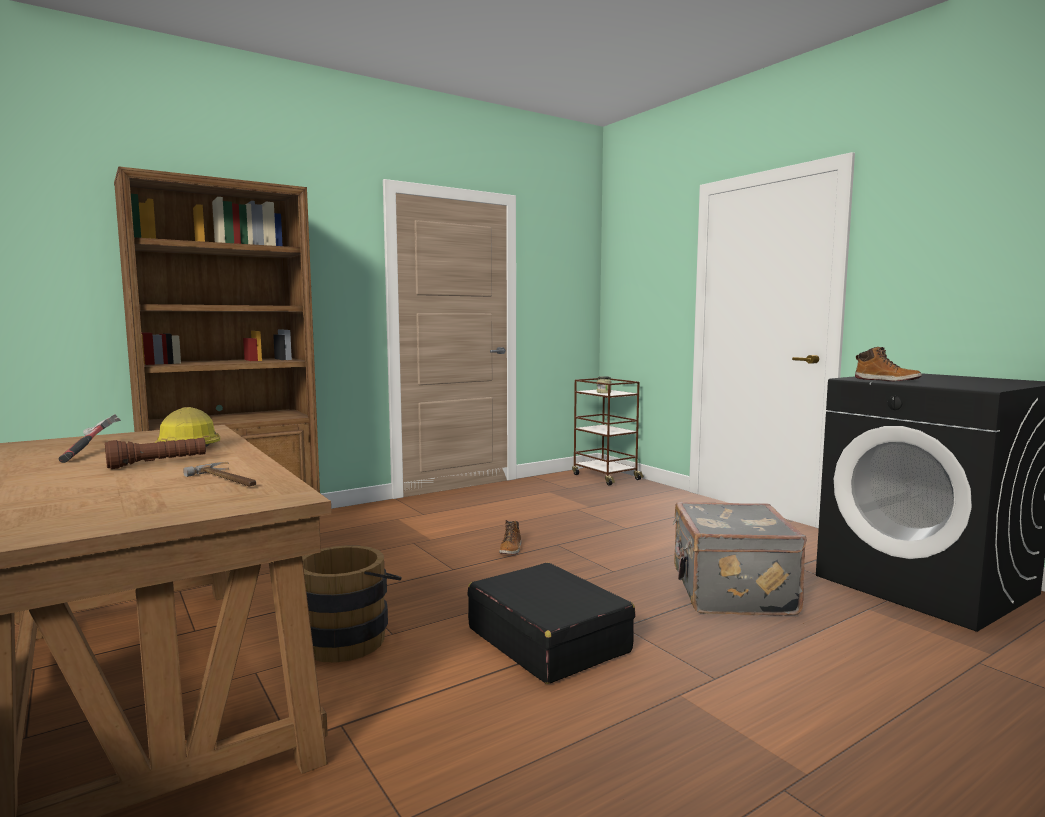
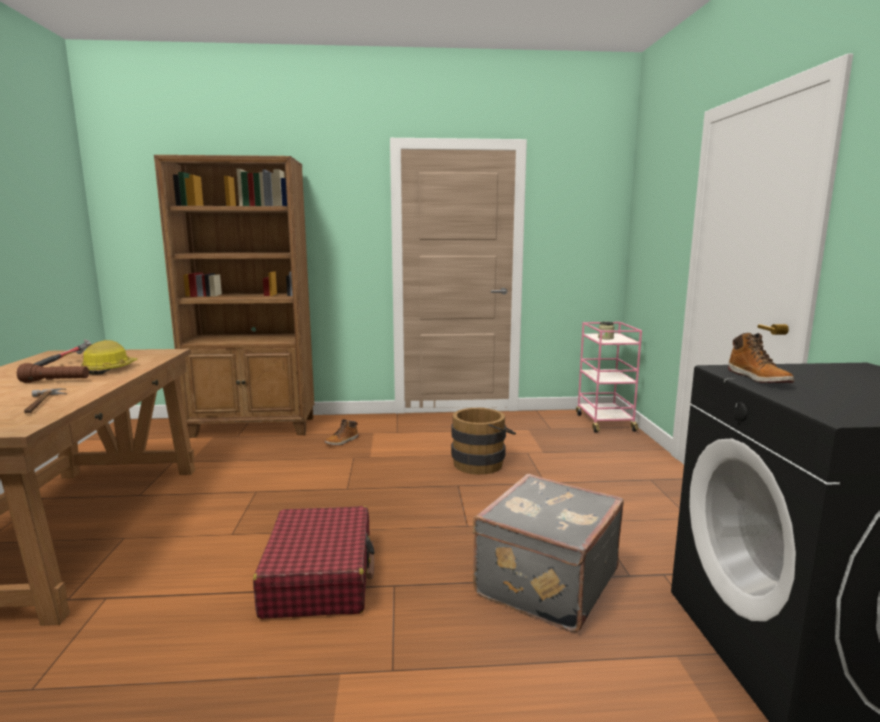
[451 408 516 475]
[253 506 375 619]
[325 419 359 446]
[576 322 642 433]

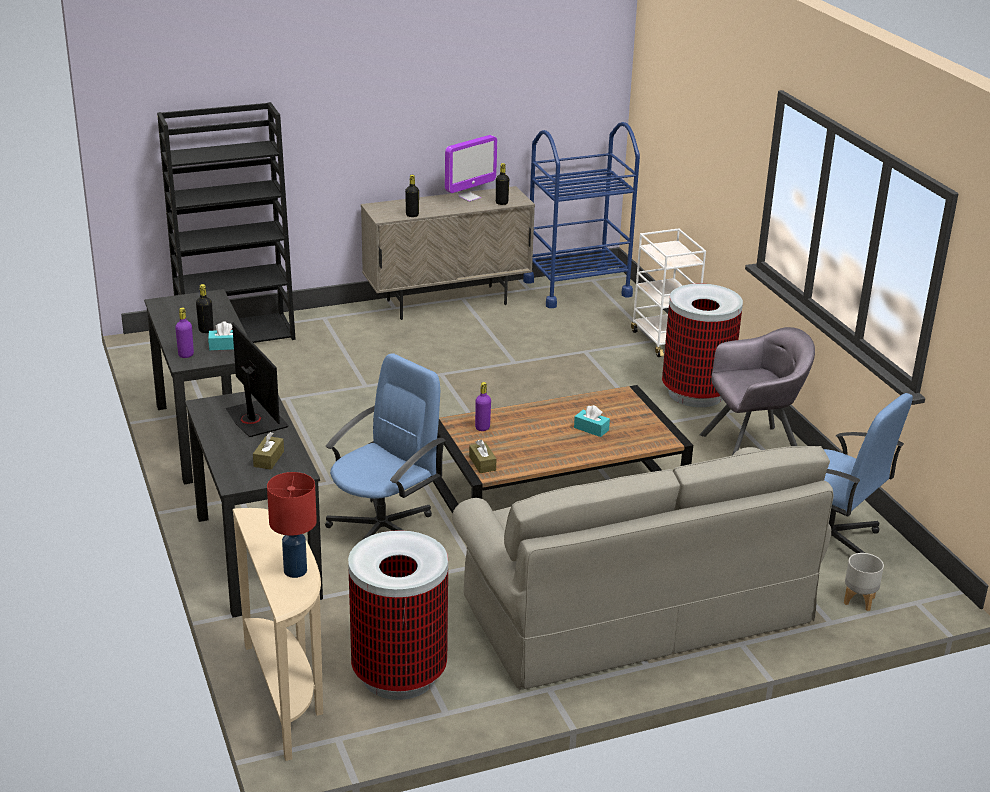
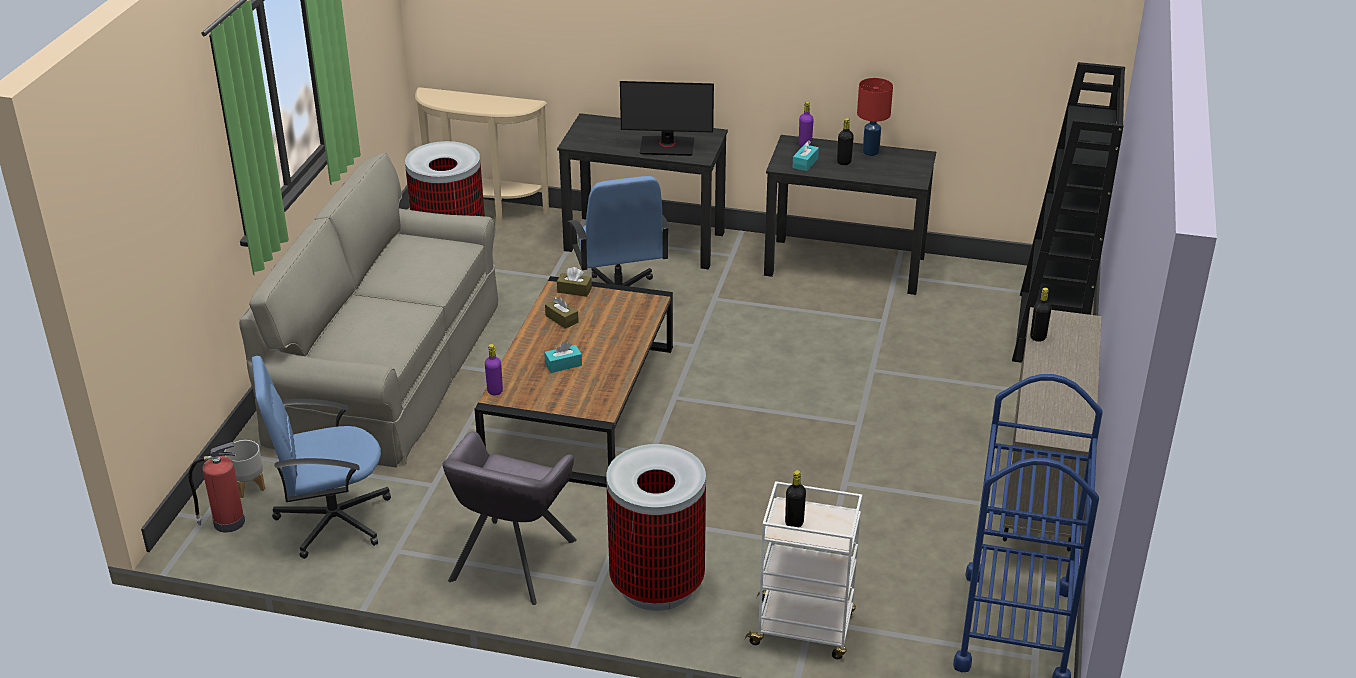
[545 296 579 329]
[857 78 893 156]
[445 135 497 202] (first image)
[485 344 503 396]
[785 470 806 527]
[189 442 245 533]

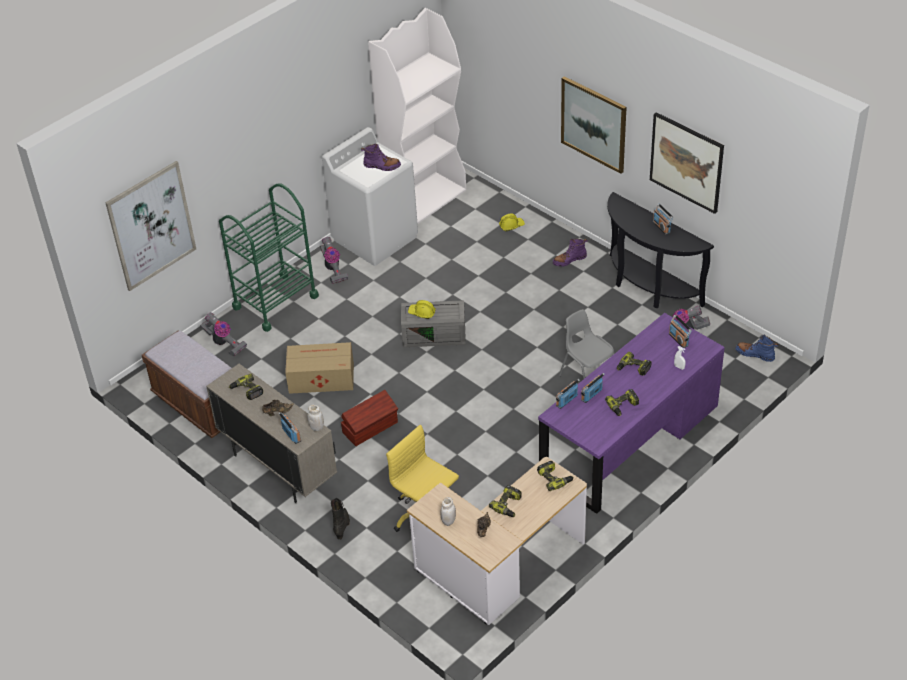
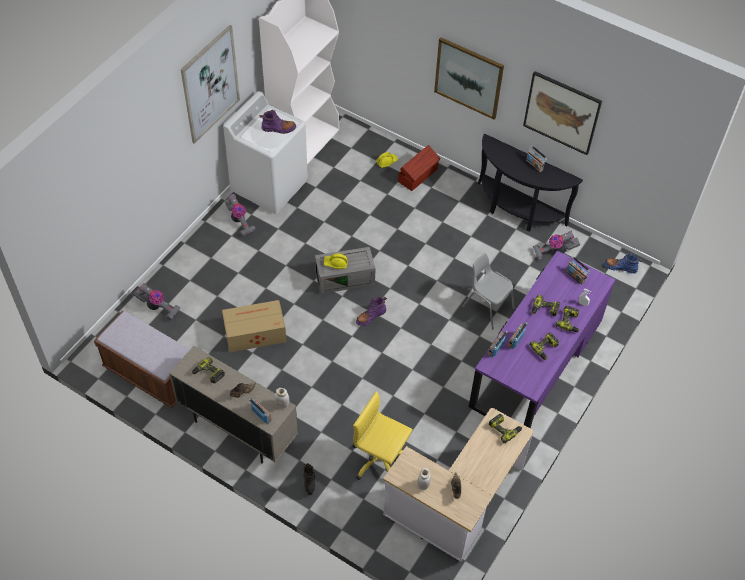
[181 25 240 144]
[219 183 319 332] (first image)
[398 145 441 191]
[556 306 580 332]
[356 297 387 326]

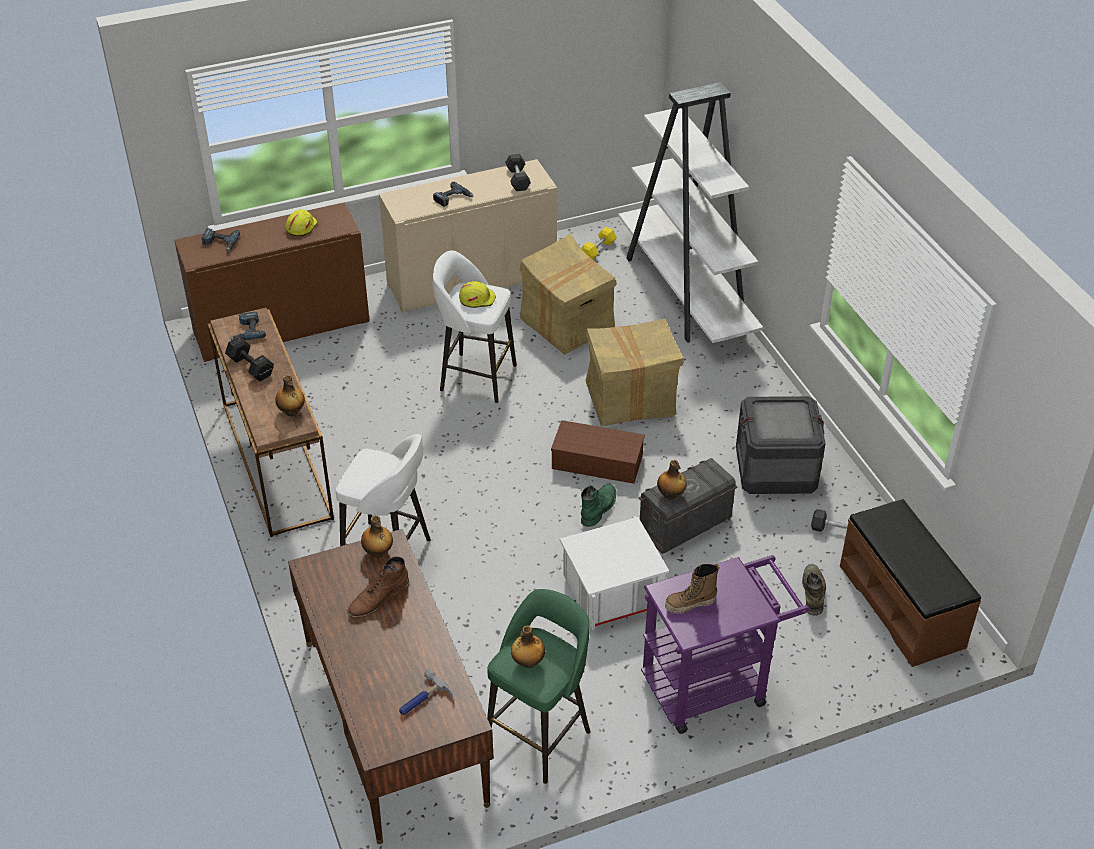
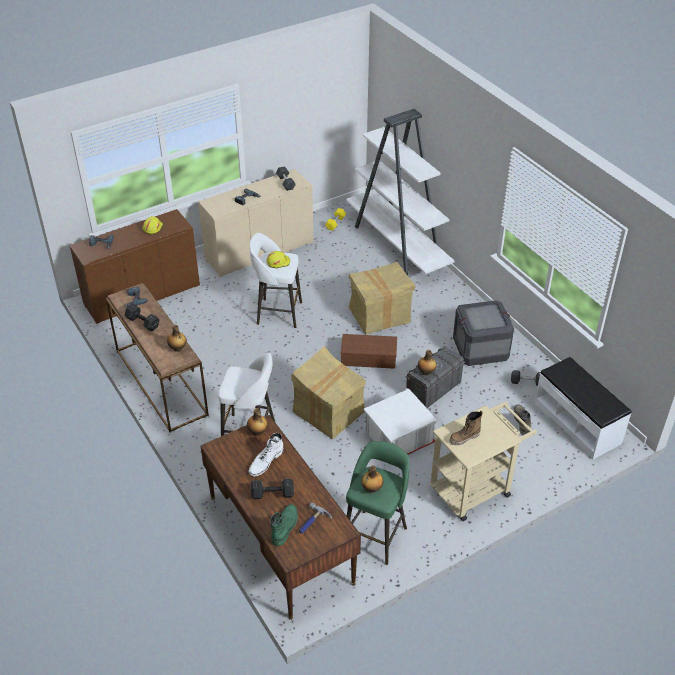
[248 433 284 477]
[291 346 366 440]
[270 504 298 546]
[430 401 537 521]
[534 357 632 460]
[251 479 294 499]

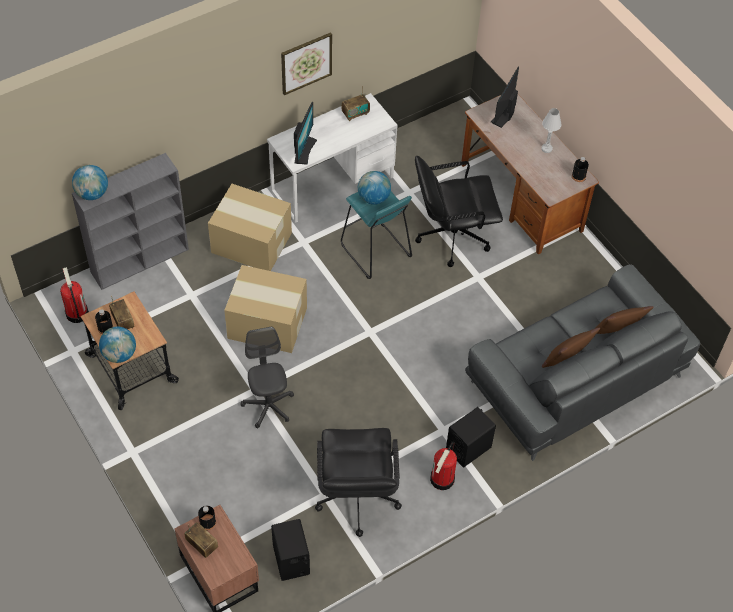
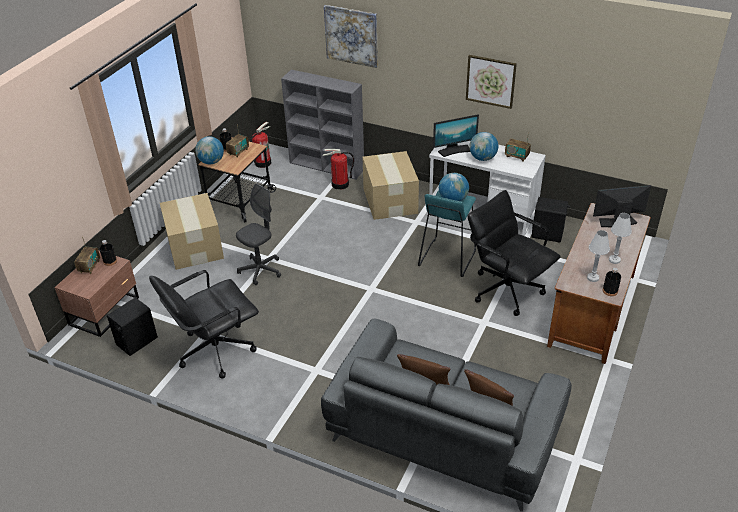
[469 132 498 161]
[160 193 224 270]
[323 148 354 190]
[531 197 570 243]
[324 5 378 68]
[587 230 610 282]

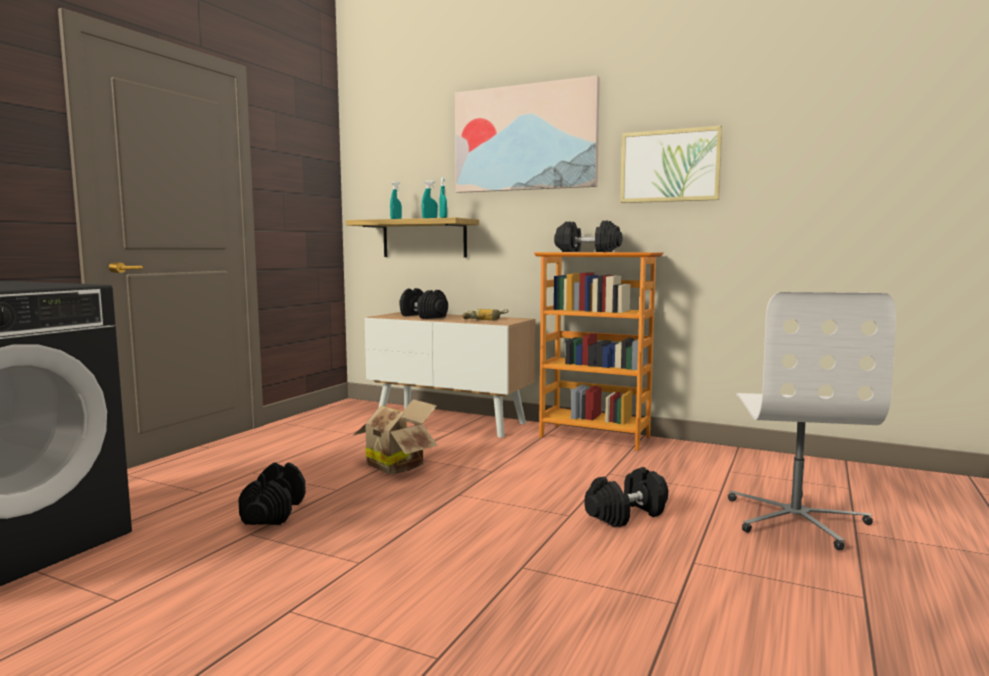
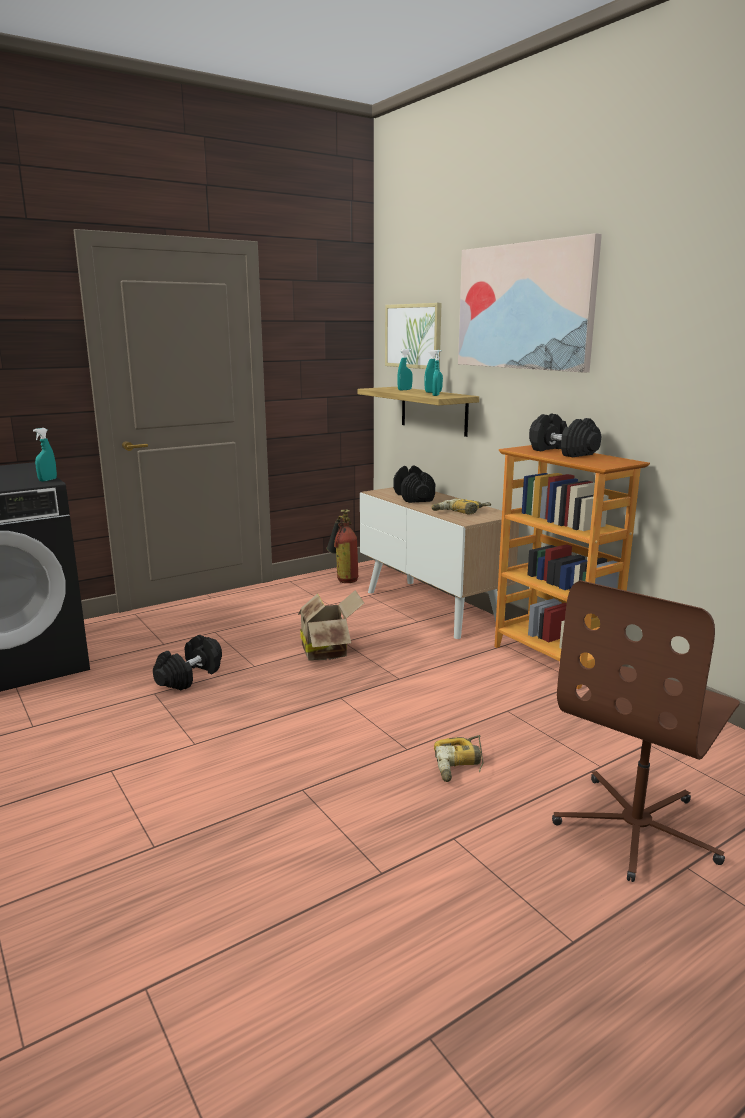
[434 735 483 782]
[385 303 441 370]
[552 580 740 882]
[33 428 57 482]
[326 509 358 583]

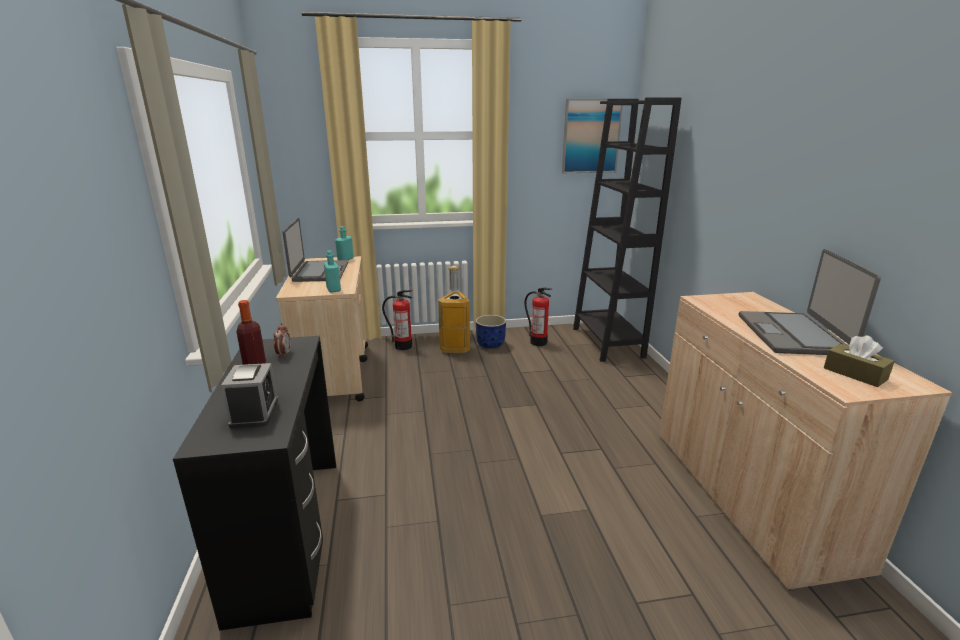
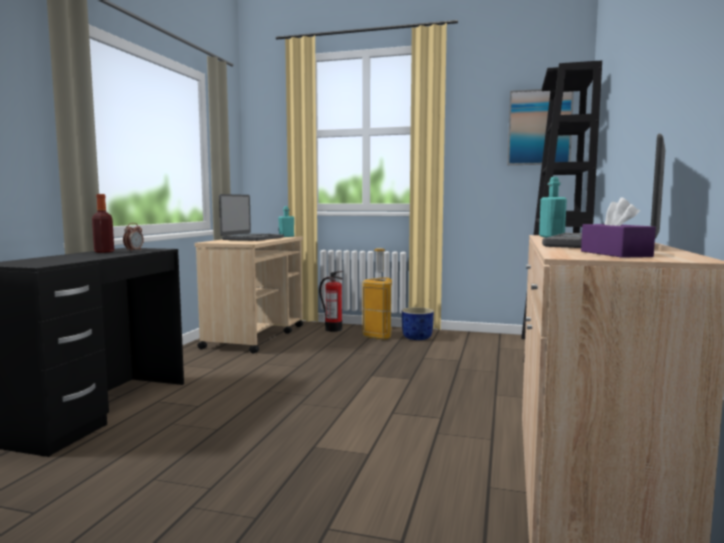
[221 363 278 428] (first image)
[539 177 567 238]
[524 288 552 346] (first image)
[581 197 656 258]

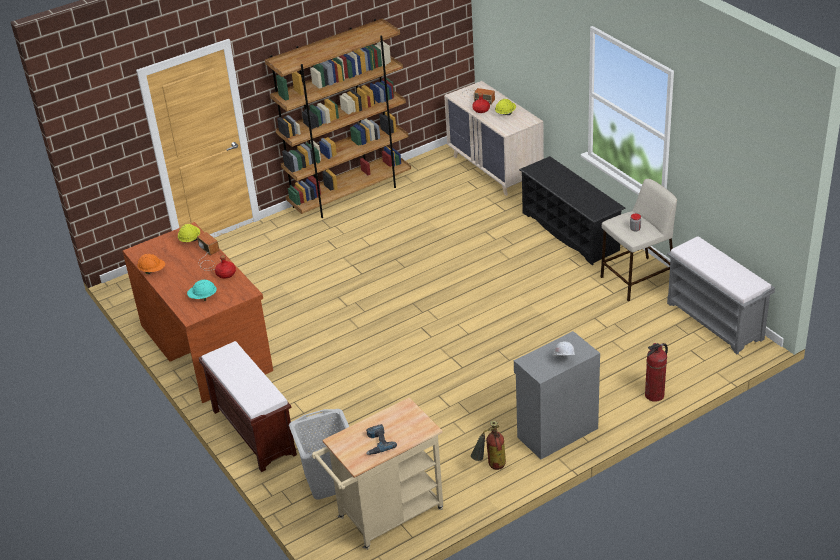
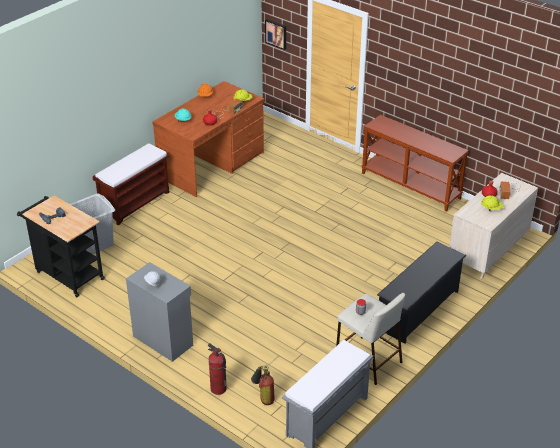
[361 115 469 211]
[17 196 105 297]
[251 365 275 405]
[265 19 286 50]

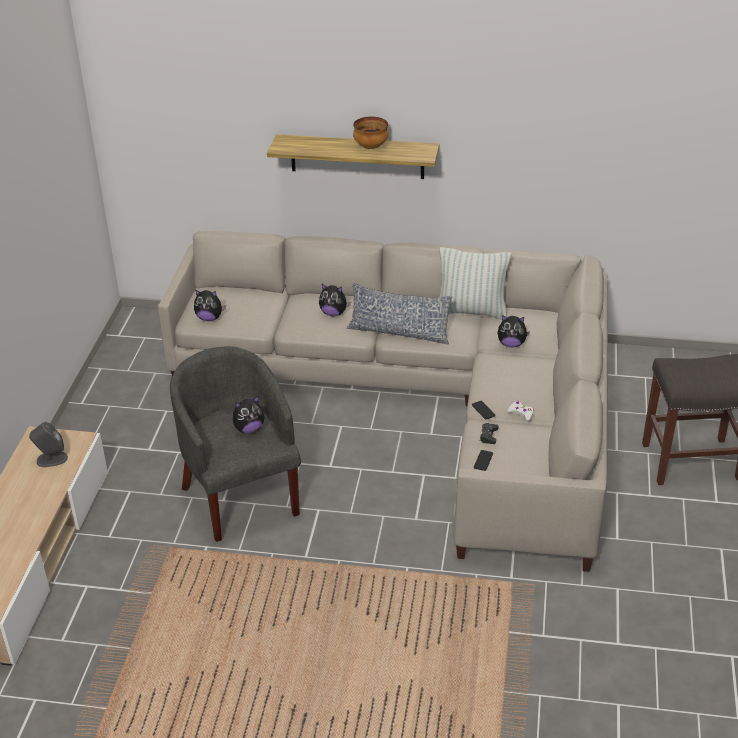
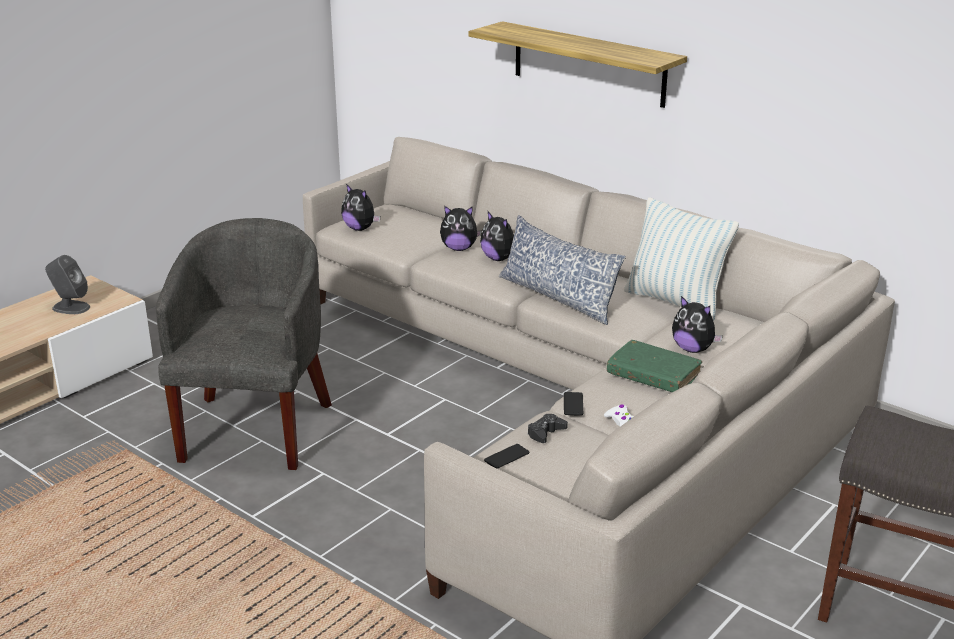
[440 206 481 251]
[353 117 388 149] (first image)
[607 340 702 392]

